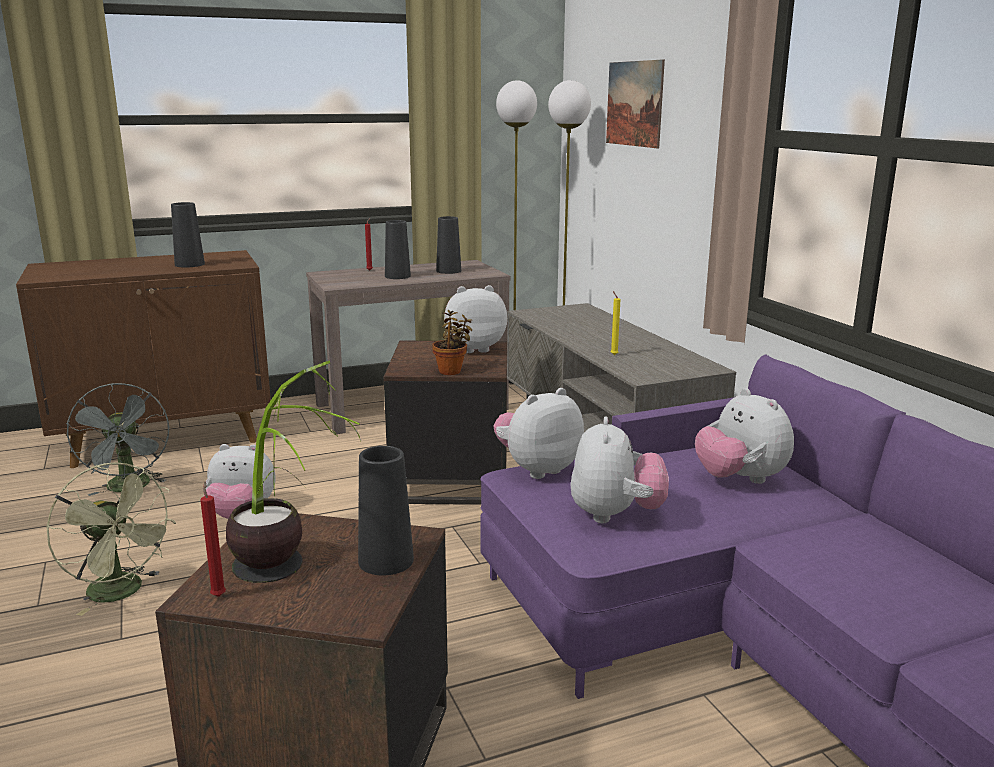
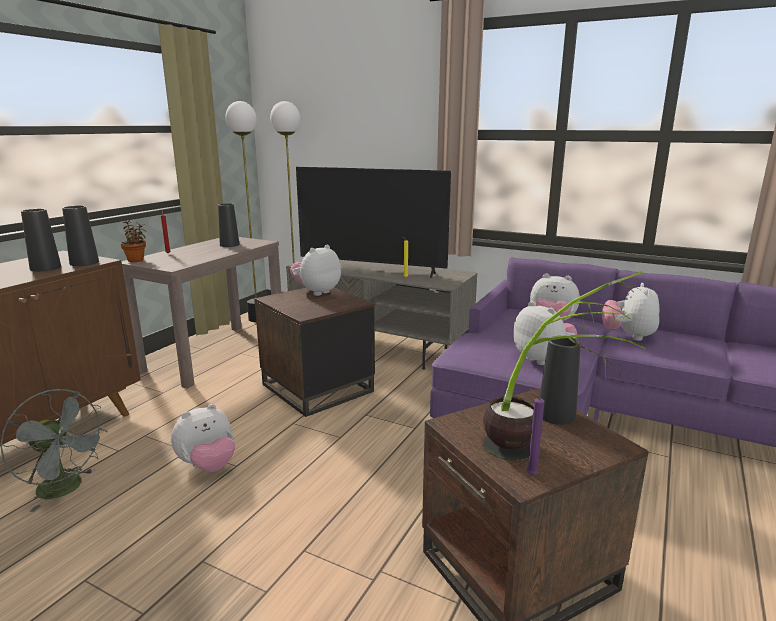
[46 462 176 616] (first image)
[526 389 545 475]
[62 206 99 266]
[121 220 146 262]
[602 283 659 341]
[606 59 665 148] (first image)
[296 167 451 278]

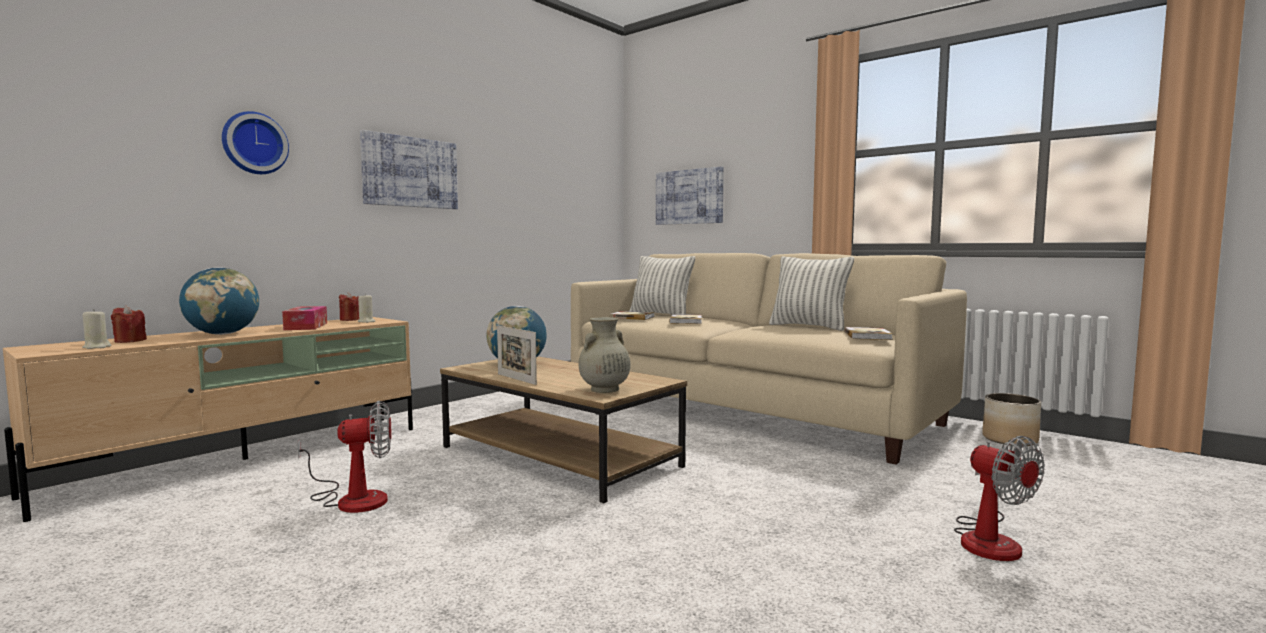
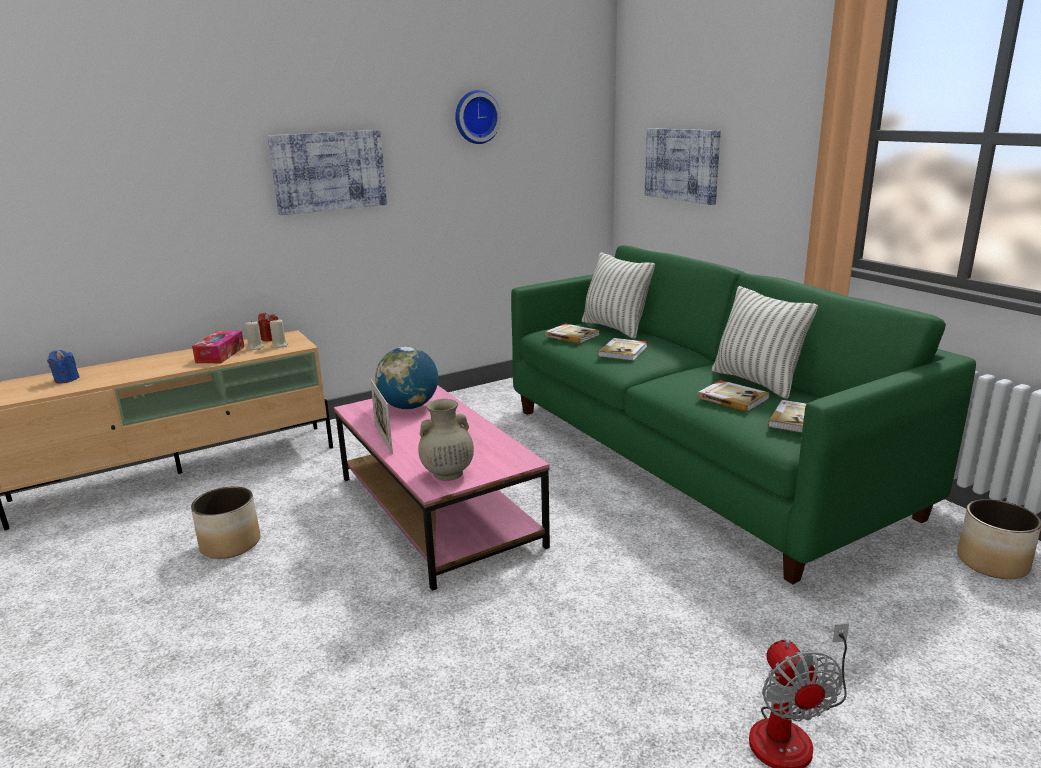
[245 320 264 350]
[47 350 80 383]
[179 267 259 335] (first image)
[455 90 501 144]
[191 486 260 559]
[334 385 550 591]
[511 245 976 584]
[697 380 769 412]

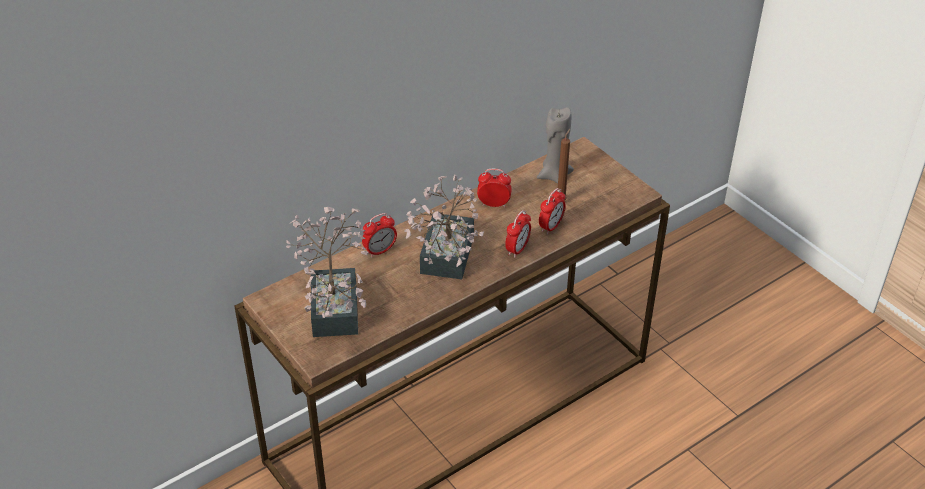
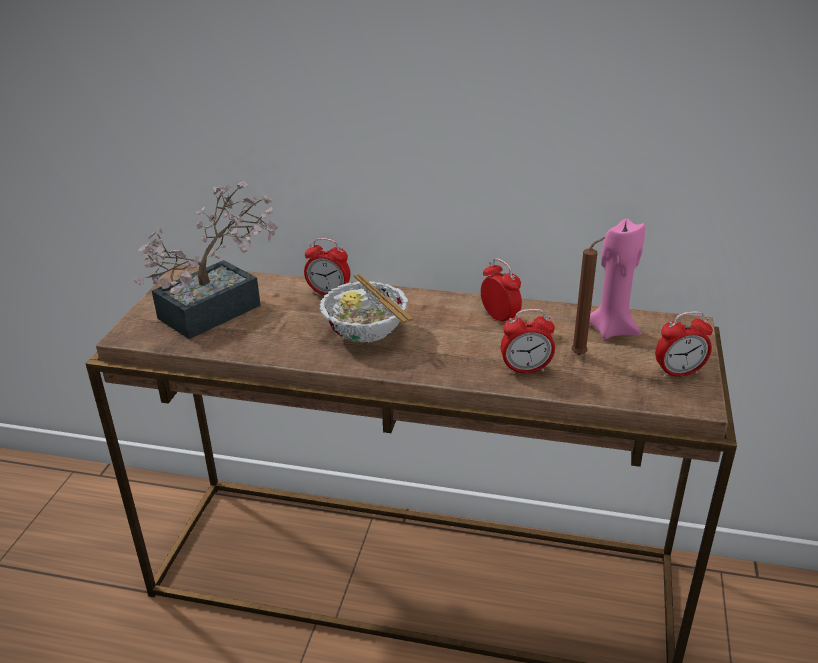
[319 274 413 343]
[655 311 713 378]
[589 219 645 339]

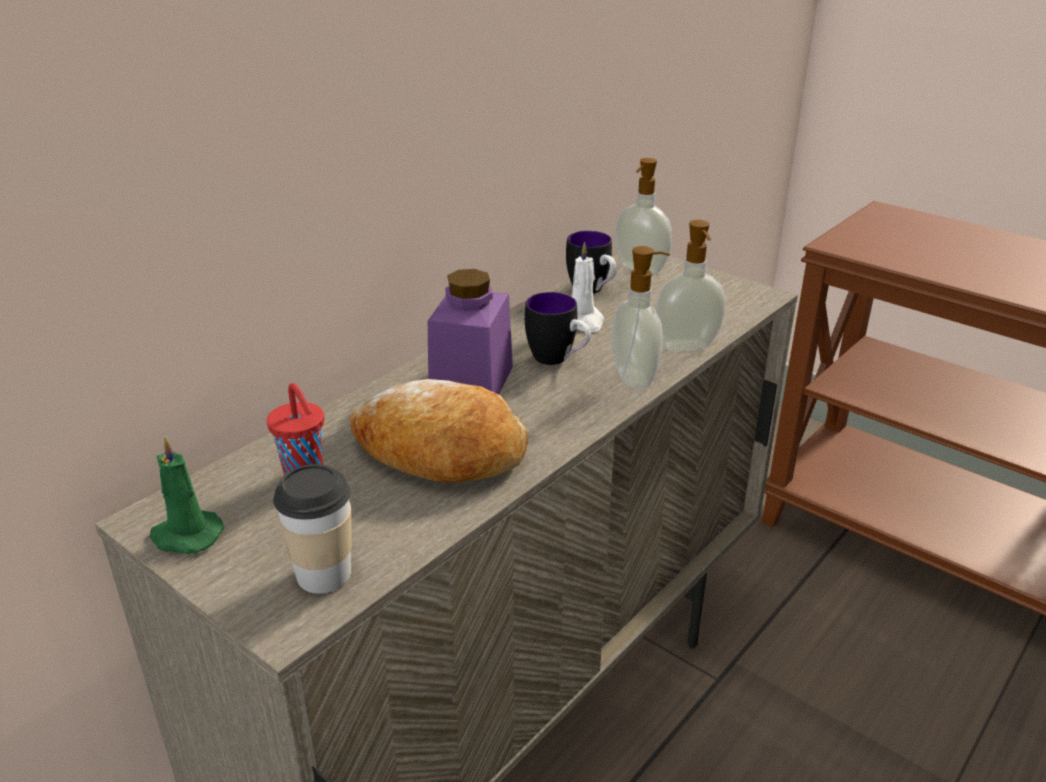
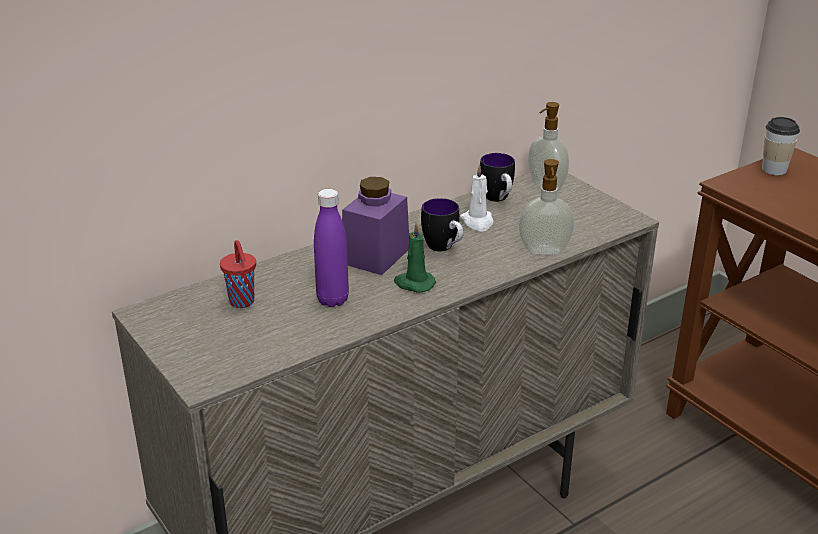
[394 223 436 293]
[762 117 800 175]
[314 189 349 307]
[612 246 670 389] (first image)

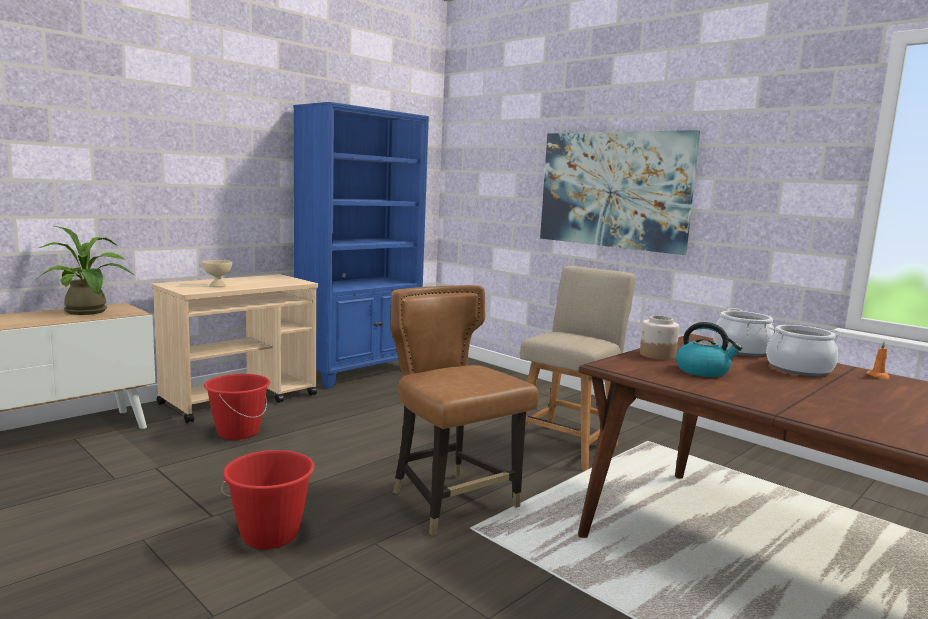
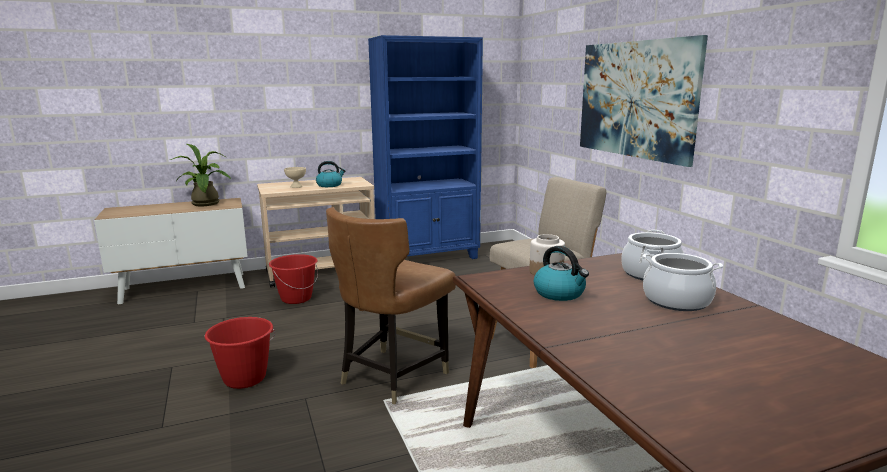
[326 207 456 404]
[867 342 890 380] (first image)
[316 161 346 187]

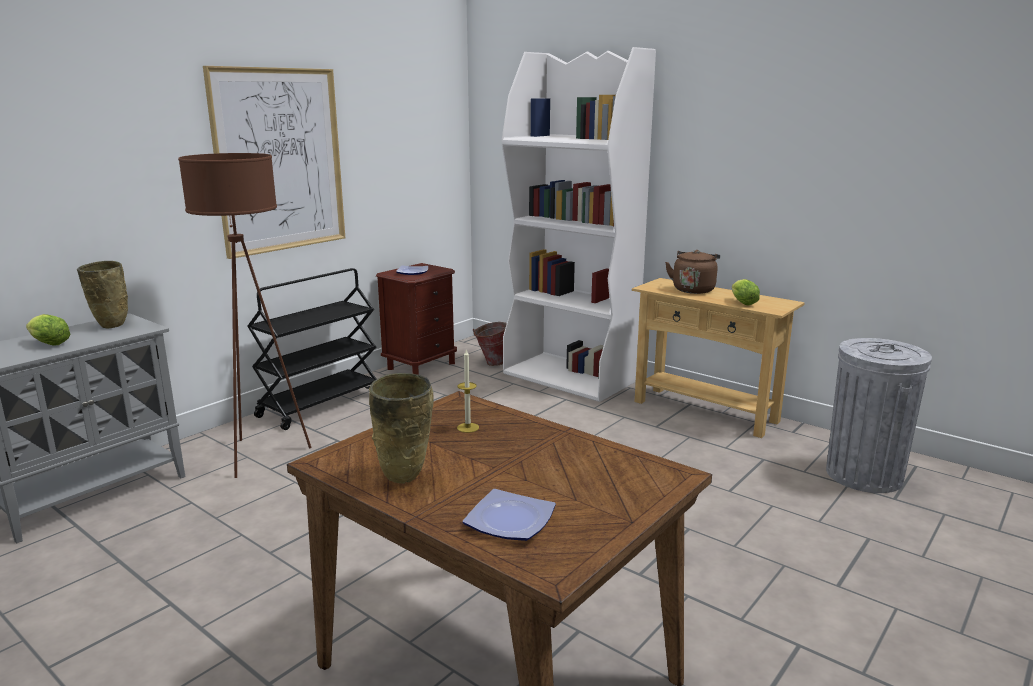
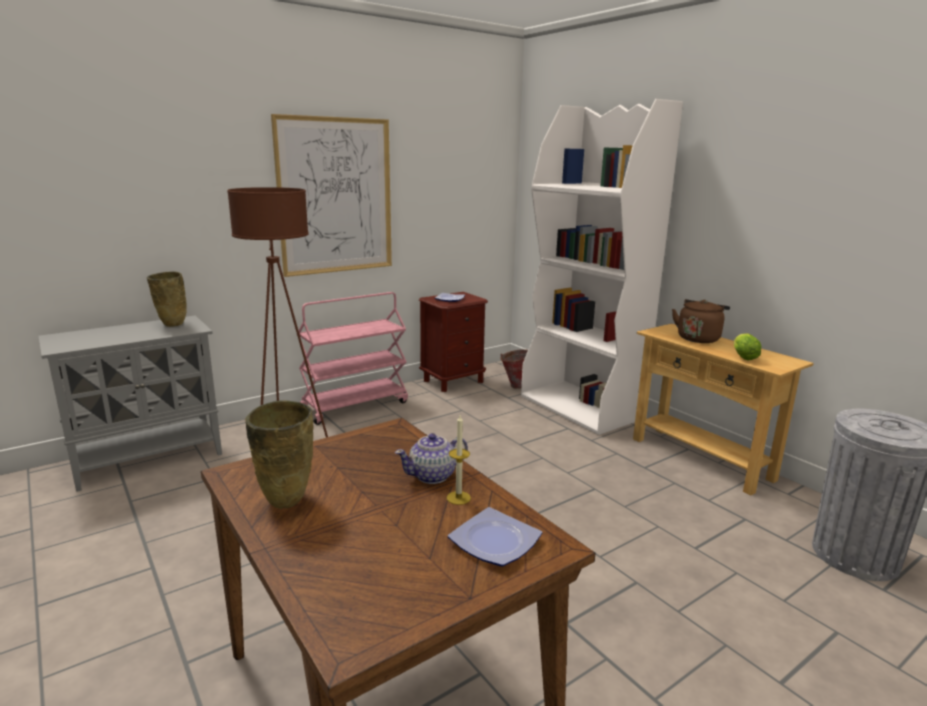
[26 314 70 346] (first image)
[298 292 408 425]
[446 415 471 505]
[448 507 542 566]
[395 433 468 484]

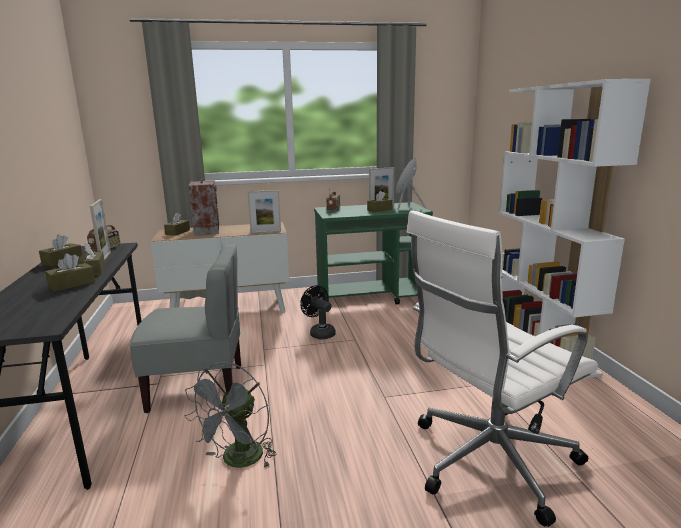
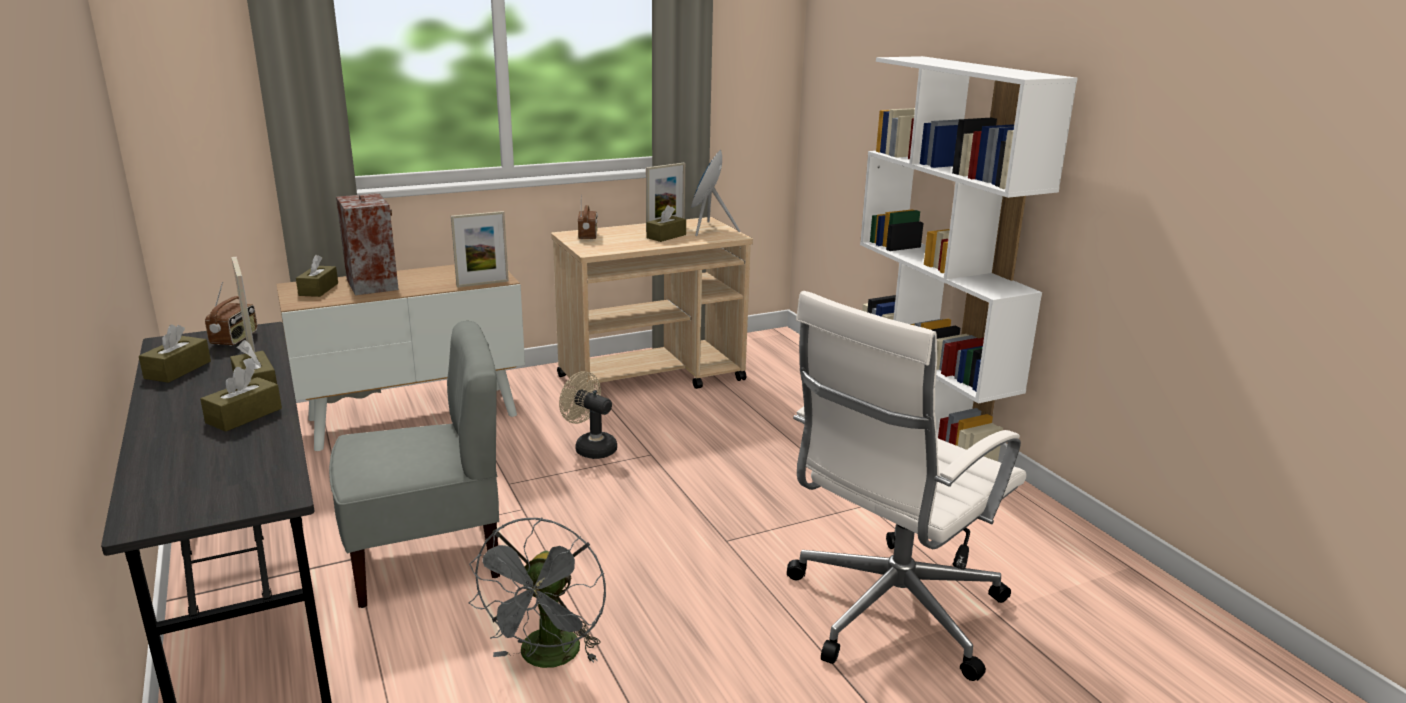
[559 371 617 459]
[551 217 753 389]

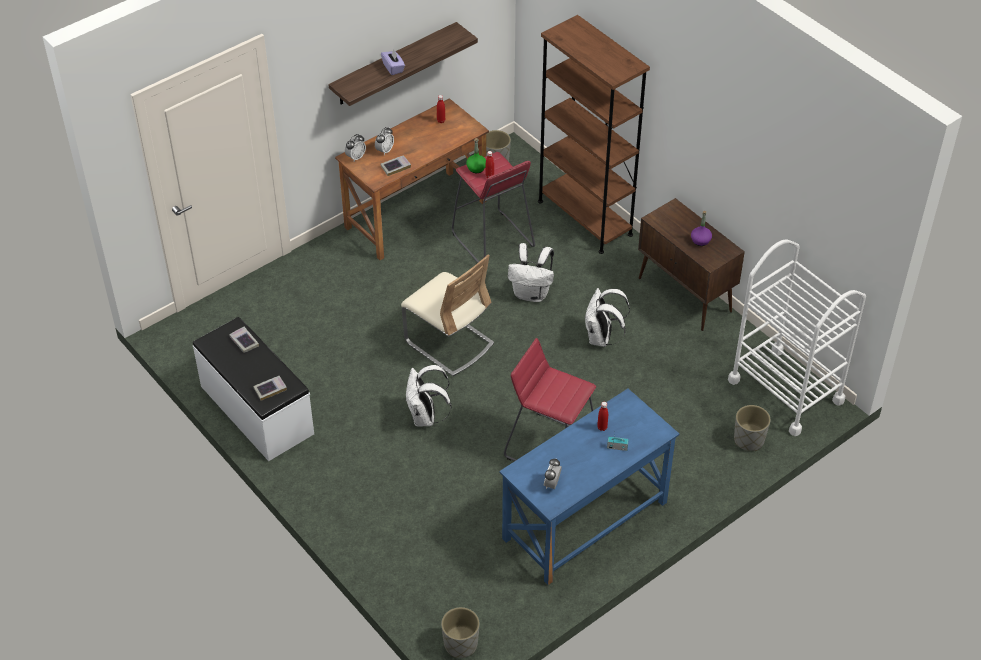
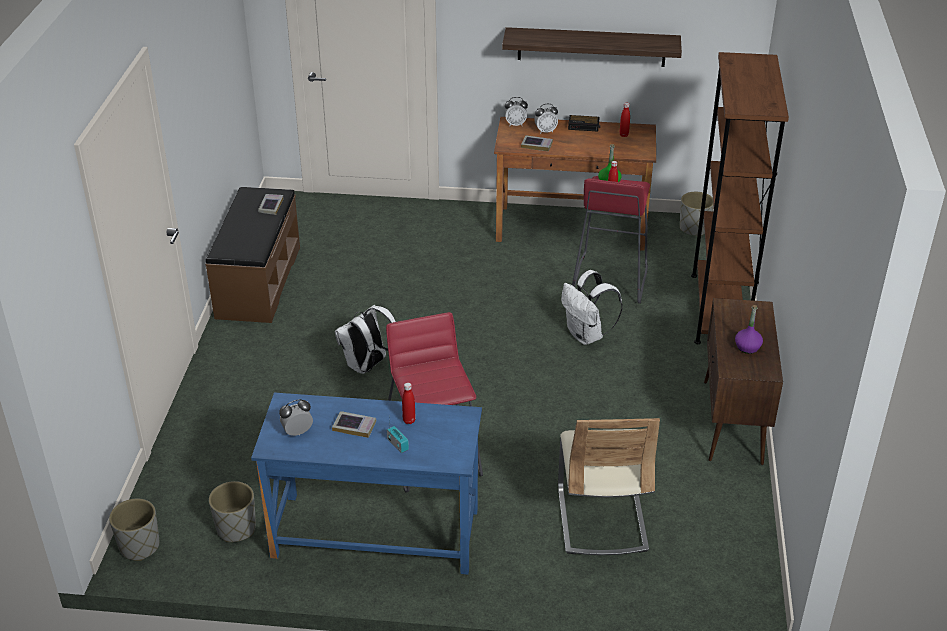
[205 187 300 323]
[332 411 376 438]
[381 49 405 75] (first image)
[558 418 660 555]
[584 288 630 347] (first image)
[728 239 866 436] (first image)
[209 481 256 542]
[568 115 600 131]

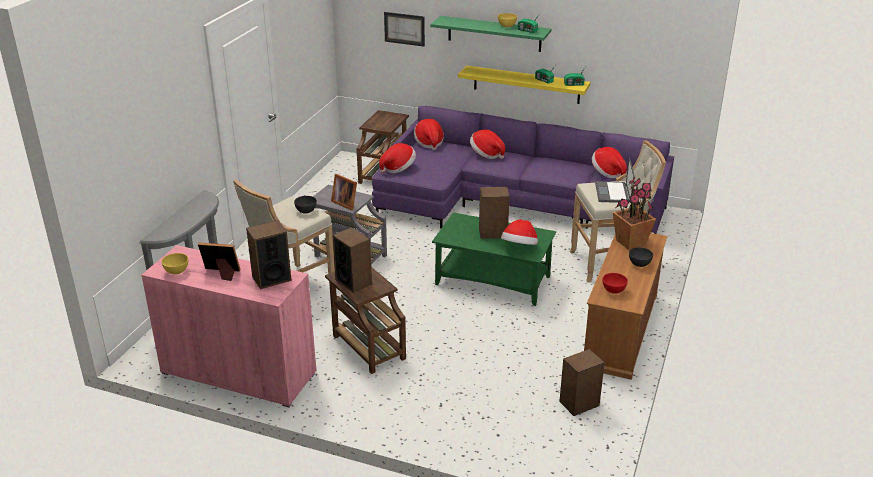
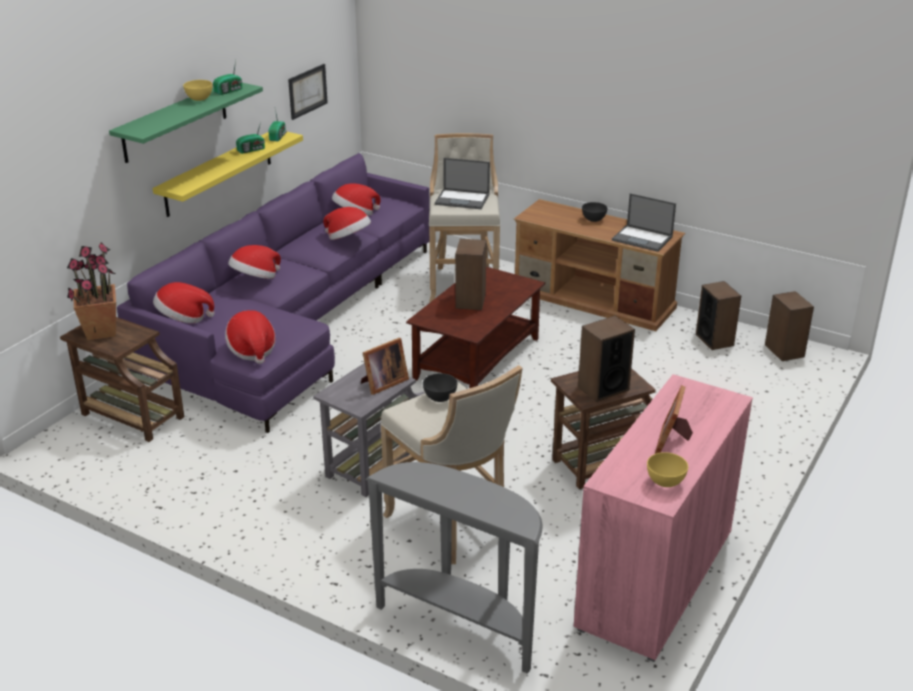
[765 291 814 361]
[288 64 328 120]
[406 267 545 388]
[323 207 371 240]
[612 193 676 252]
[67 242 116 340]

